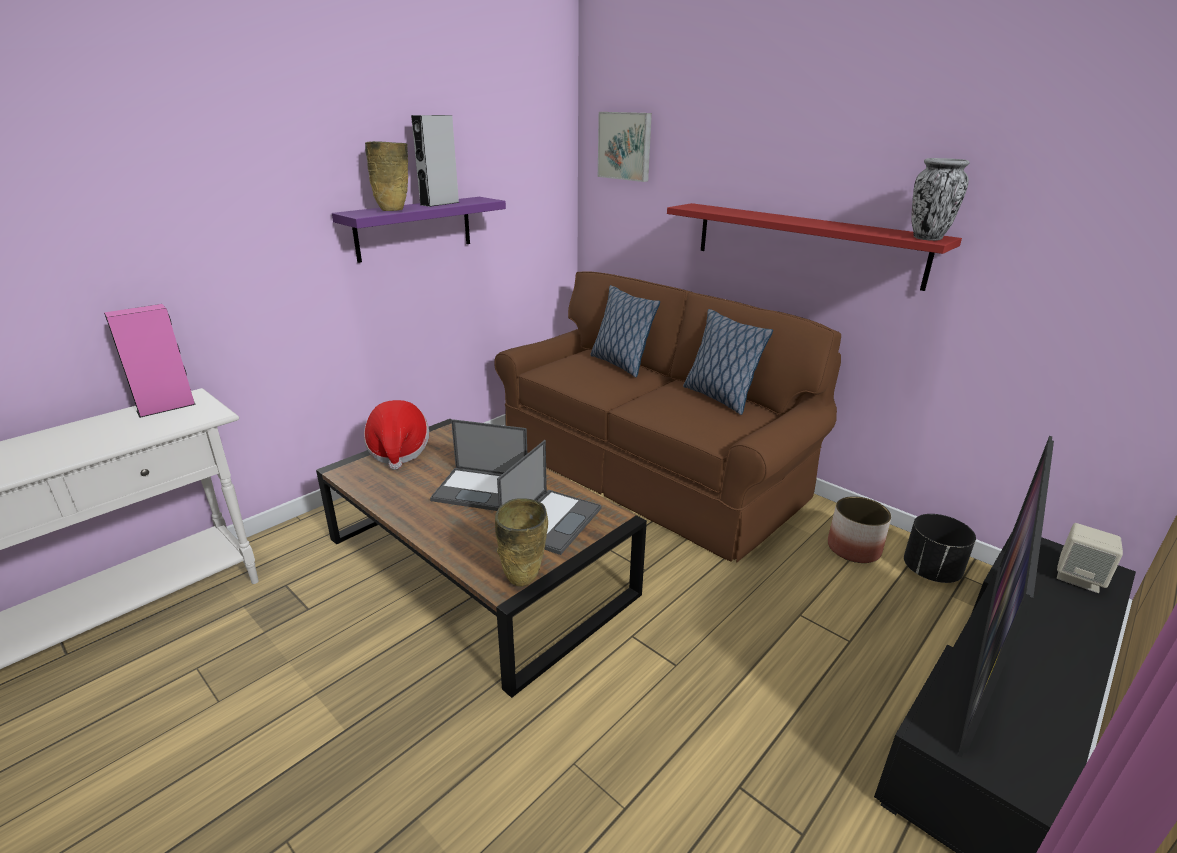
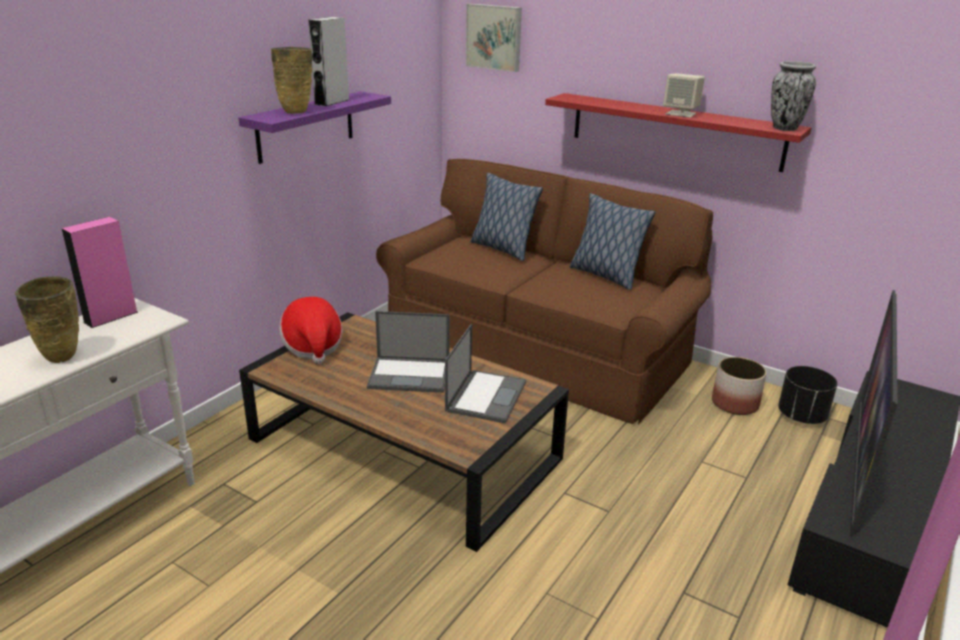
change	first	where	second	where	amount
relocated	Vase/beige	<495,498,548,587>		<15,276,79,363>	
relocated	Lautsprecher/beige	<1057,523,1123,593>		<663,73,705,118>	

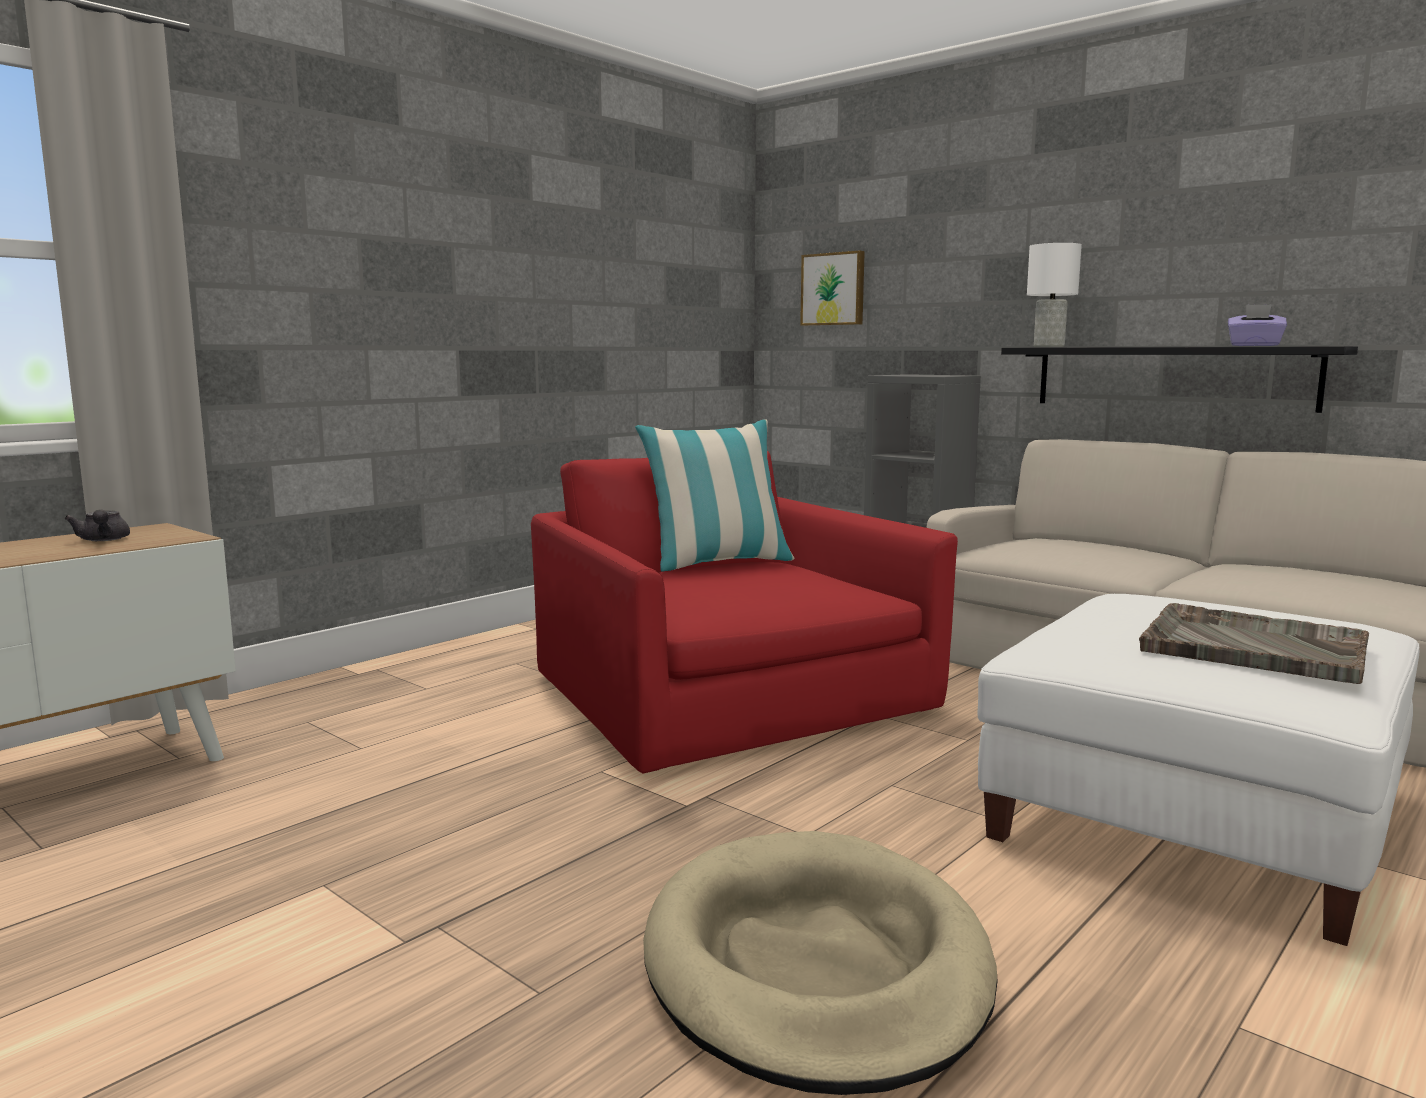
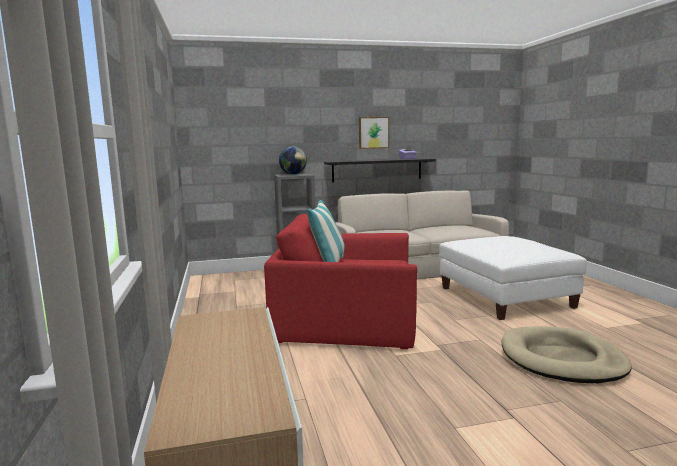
change	first	where	second	where	amount
missing	Tischlampe/weiß	<1027,243,1082,347>			
relocated	Bild	<800,251,865,326>		<359,117,389,149>	
missing	Teekanne/grau	<65,510,130,541>			
missing	Tablett/grau	<1139,603,1369,684>			
appeared			Globus	<279,146,307,174>	

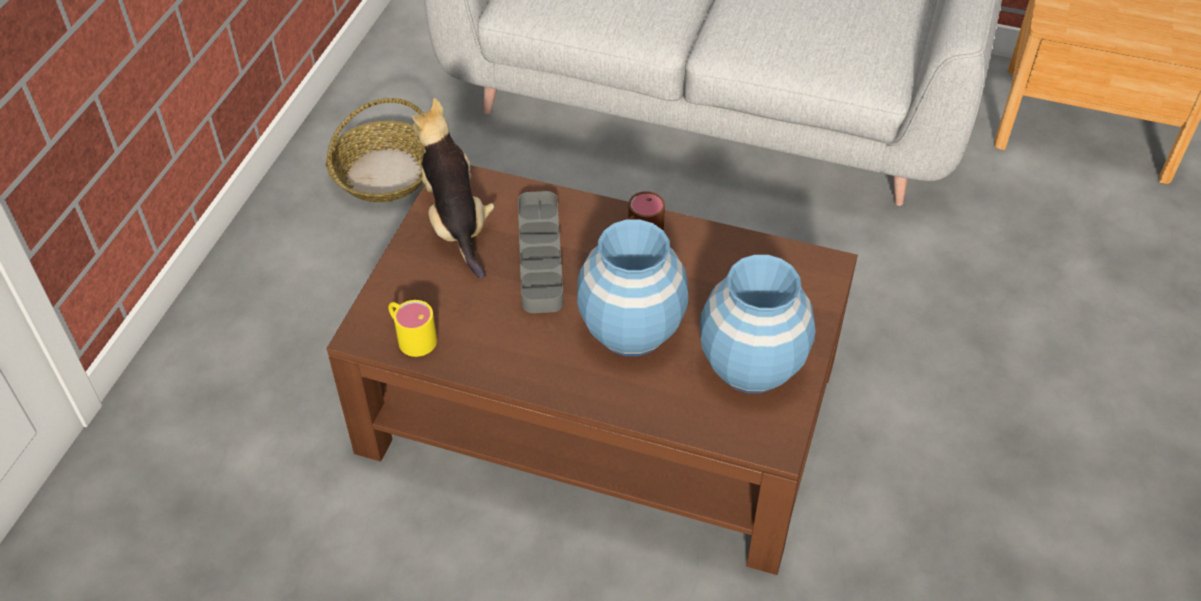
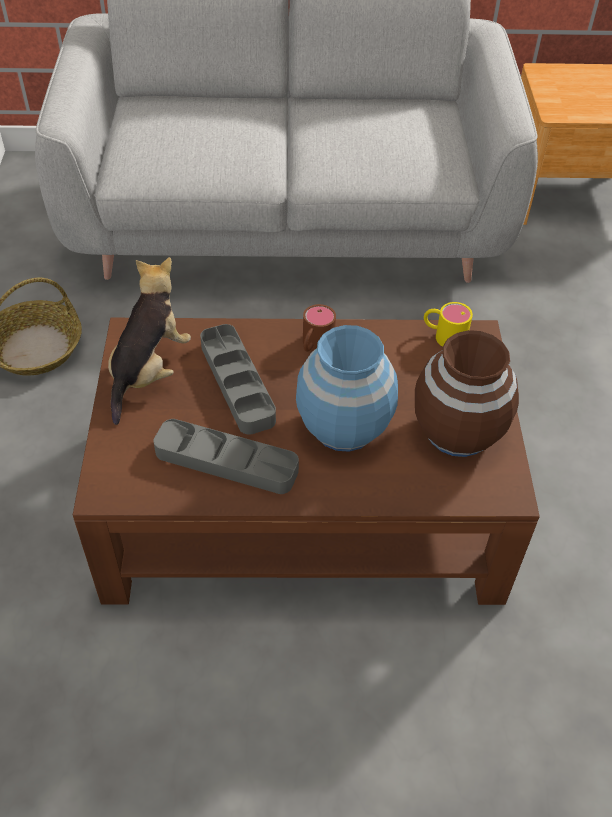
change	first	where	second	where	amount
spun	Plüschtier	<412,98,495,278>		<108,257,191,425>	60 degrees clockwise
colour	Vase/blau	<700,255,815,393>	Vase/braun	<415,330,519,457>	
relocated	Henkelbecher/gelb	<388,300,437,357>		<424,302,473,347>	
appeared			Tablett/grau	<153,419,299,494>	

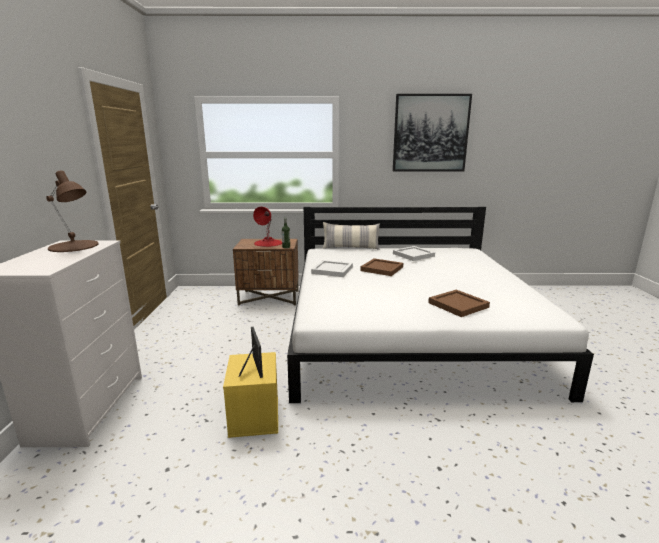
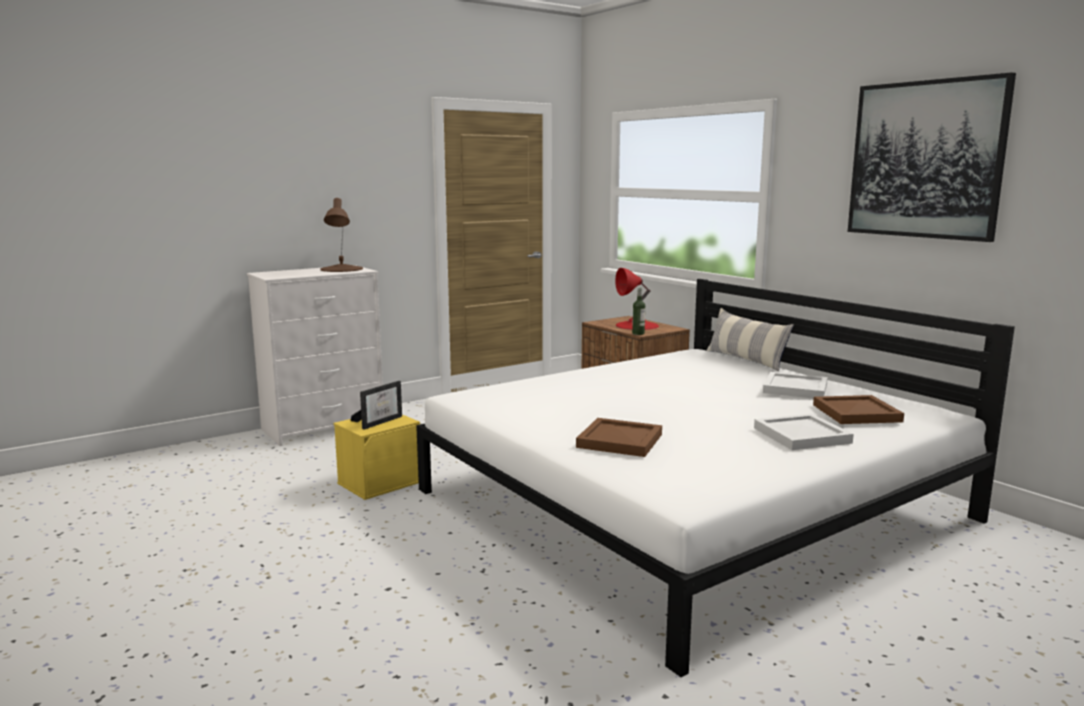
change	first	where	second	where	amount
relocated	Tablett/braun	<360,258,403,276>		<813,395,904,424>	
relocated	Tablett/weiß	<311,260,353,277>		<754,414,854,450>	

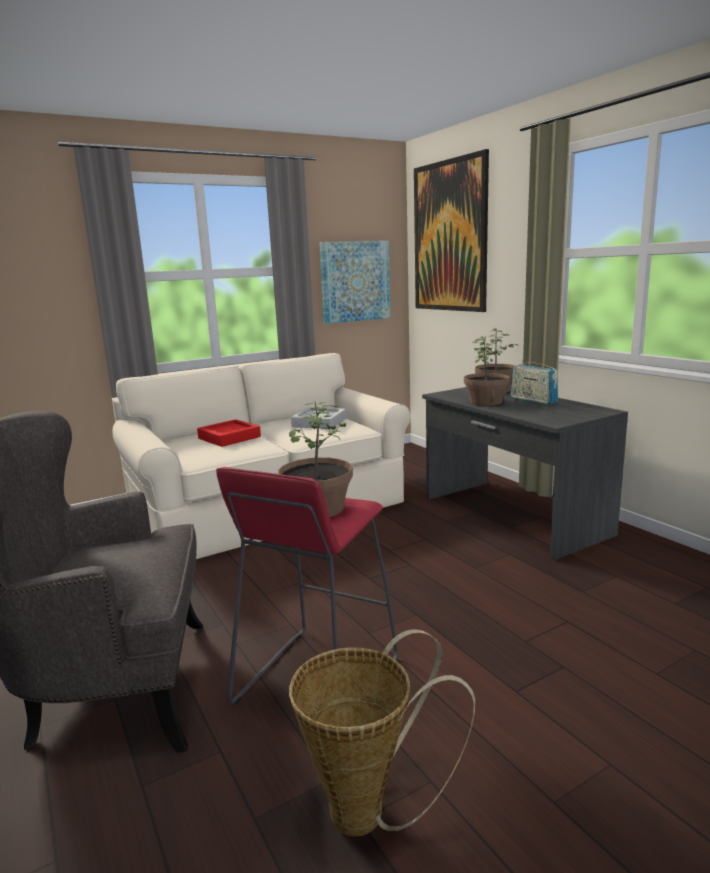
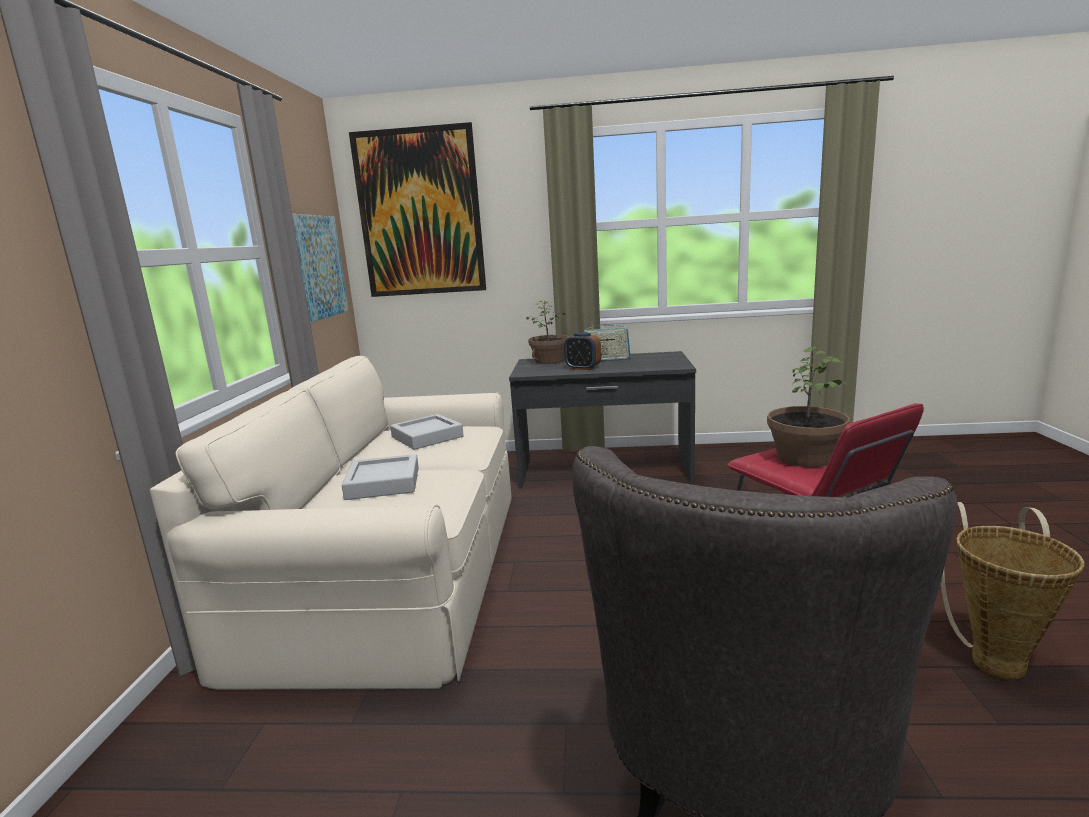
change	first	where	second	where	amount
exchanged	Topfpflanze	<464,336,510,406>	Wecker	<564,333,601,370>	
colour	Tablett/rot	<197,419,261,447>	Tablett/grau	<342,454,419,500>	

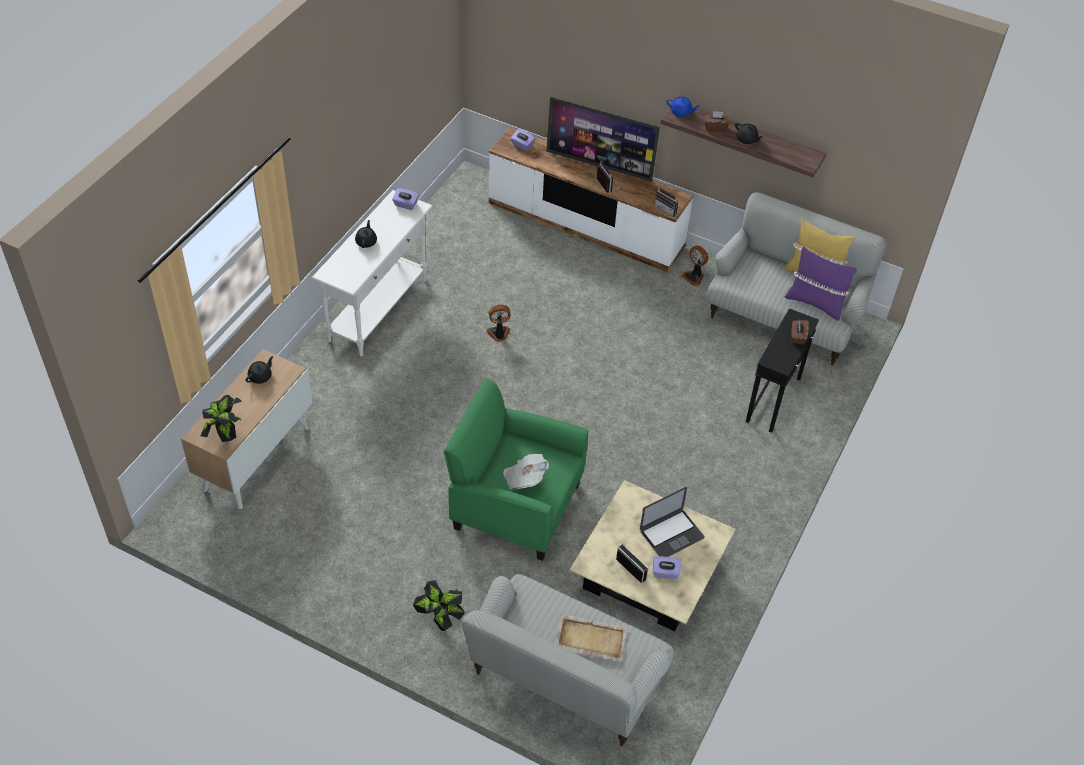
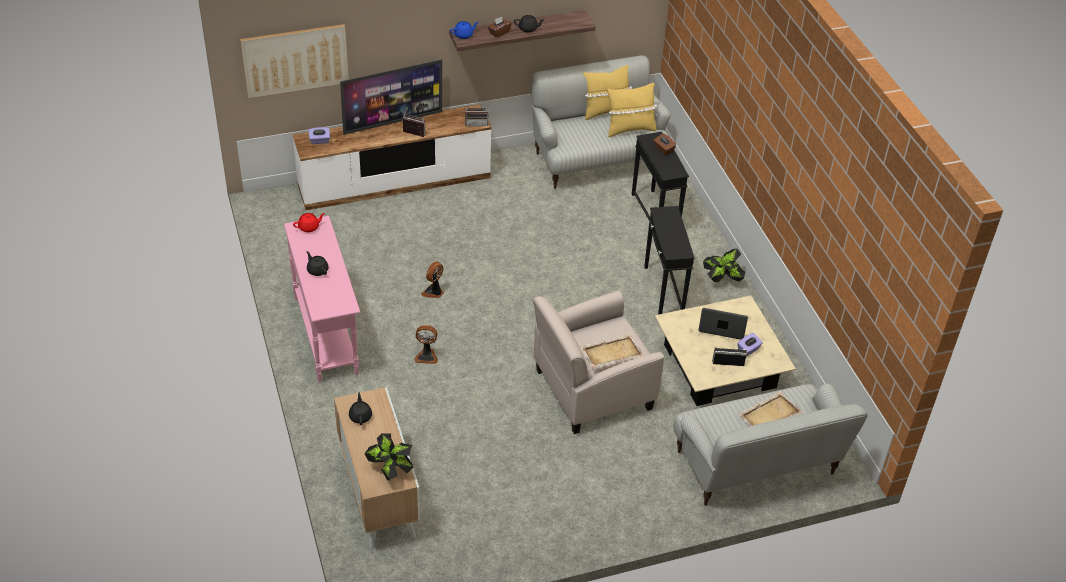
change	first	where	second	where	amount
exchanged	Taschentuchbox/lila	<392,189,419,210>	Teekanne/rot	<293,213,325,232>	
colour	Konsolentisch/weiß	<312,190,433,356>	Konsolentisch/rosa	<284,216,360,383>	
relocated	Ventilator	<681,245,708,286>		<414,325,438,364>	
colour	Kissen/lila	<784,247,857,321>	Kissen/gelb	<607,83,657,137>	
colour	Sessel/grün	<444,379,588,561>	Sessel/beige	<533,291,664,434>	
exchanged	Zeitung	<503,454,549,490>	Tablett/beige	<580,333,644,369>	
spun	Laptop	<640,487,705,557>		<699,308,748,340>	90 degrees counterclockwise
relocated	Topfpflanze	<413,580,465,631>		<703,248,745,282>	
appeared			Bild	<240,24,349,99>	
appeared			Beistelltisch/schwarz	<644,206,695,315>	

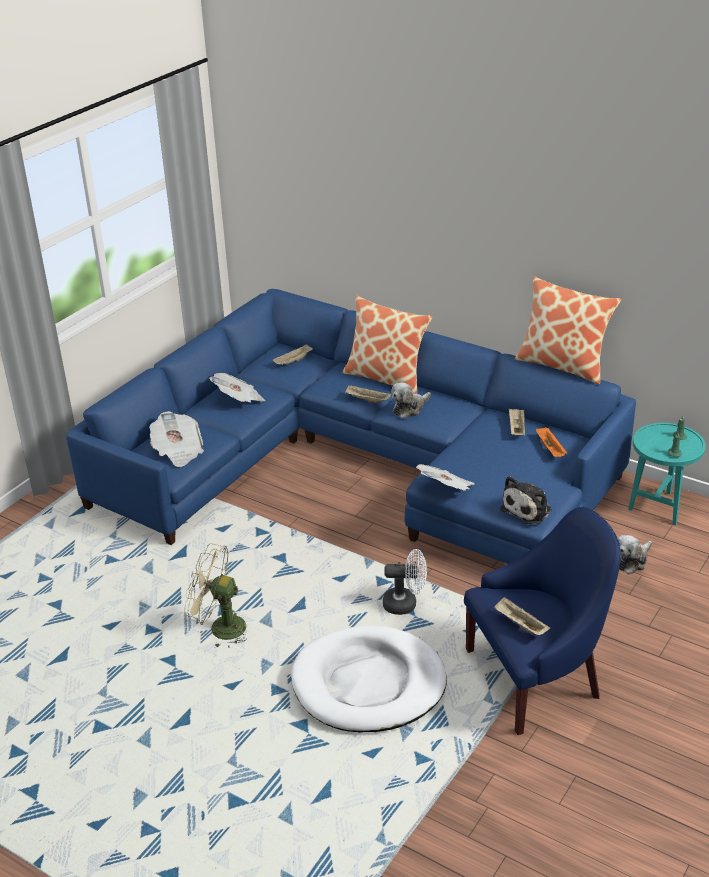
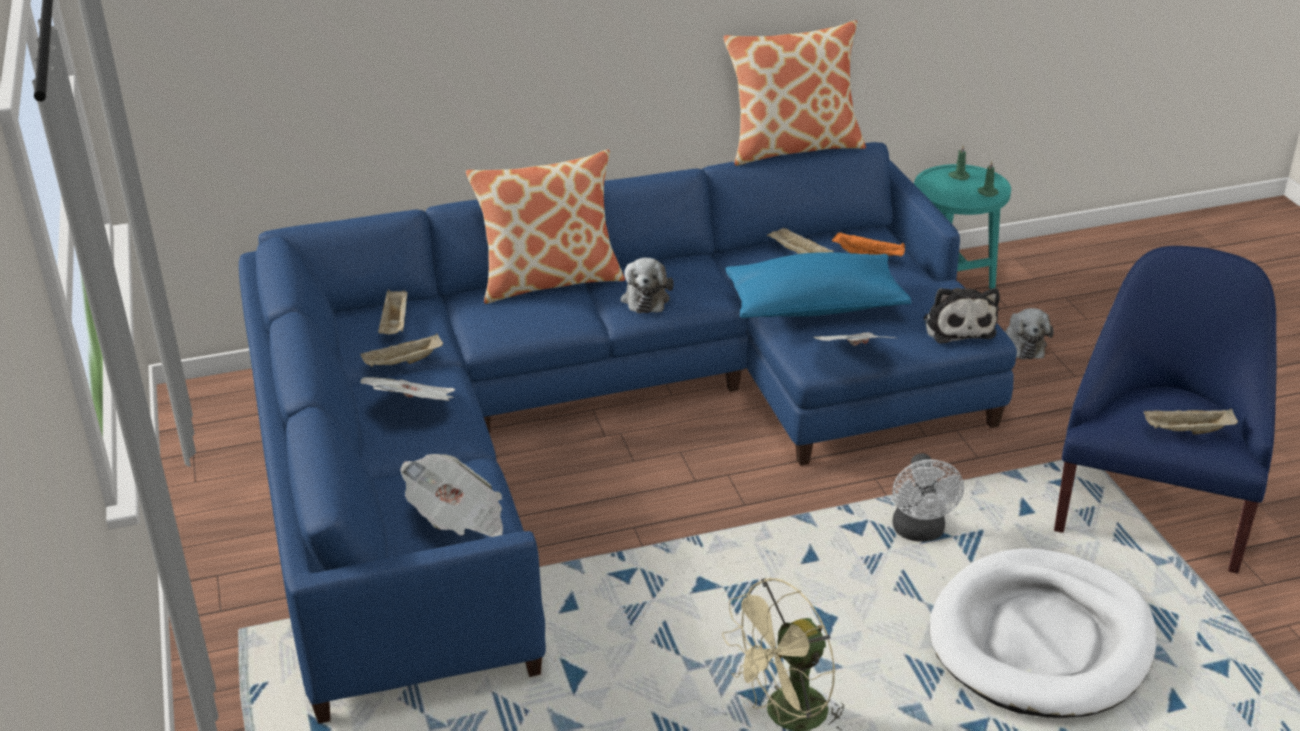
change	first	where	second	where	amount
relocated	Tablett/beige	<345,385,391,403>		<360,334,443,367>	
spun	Ventilator/weiß	<383,549,427,615>		<892,453,964,542>	135 degrees clockwise
appeared			Kissen/blau	<725,252,911,318>	

